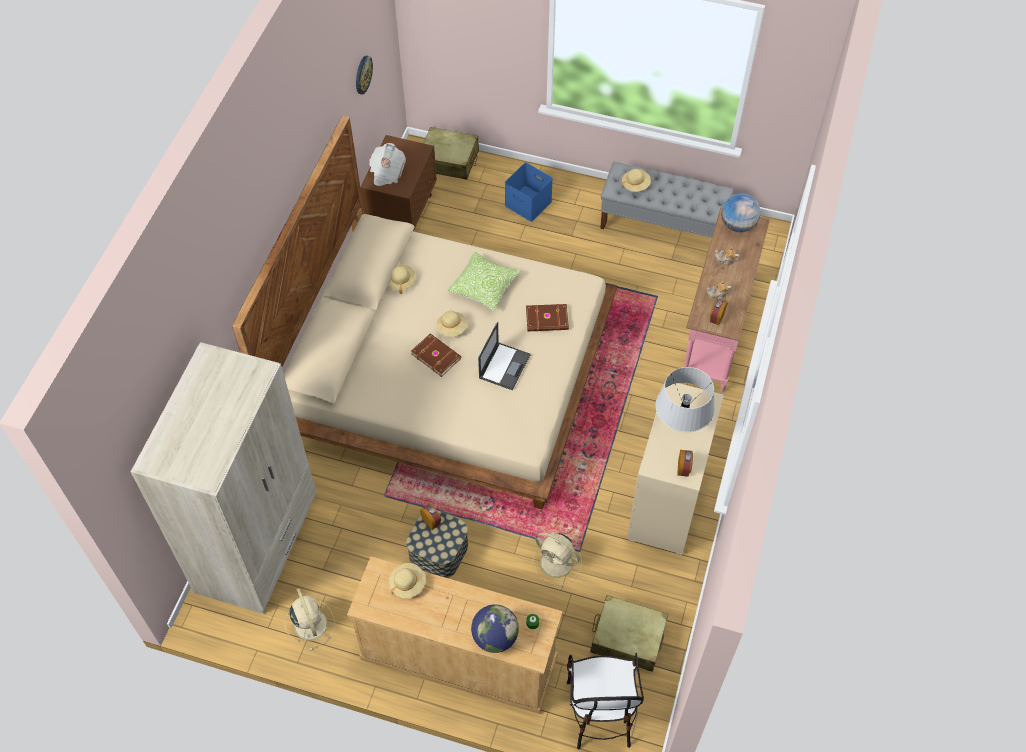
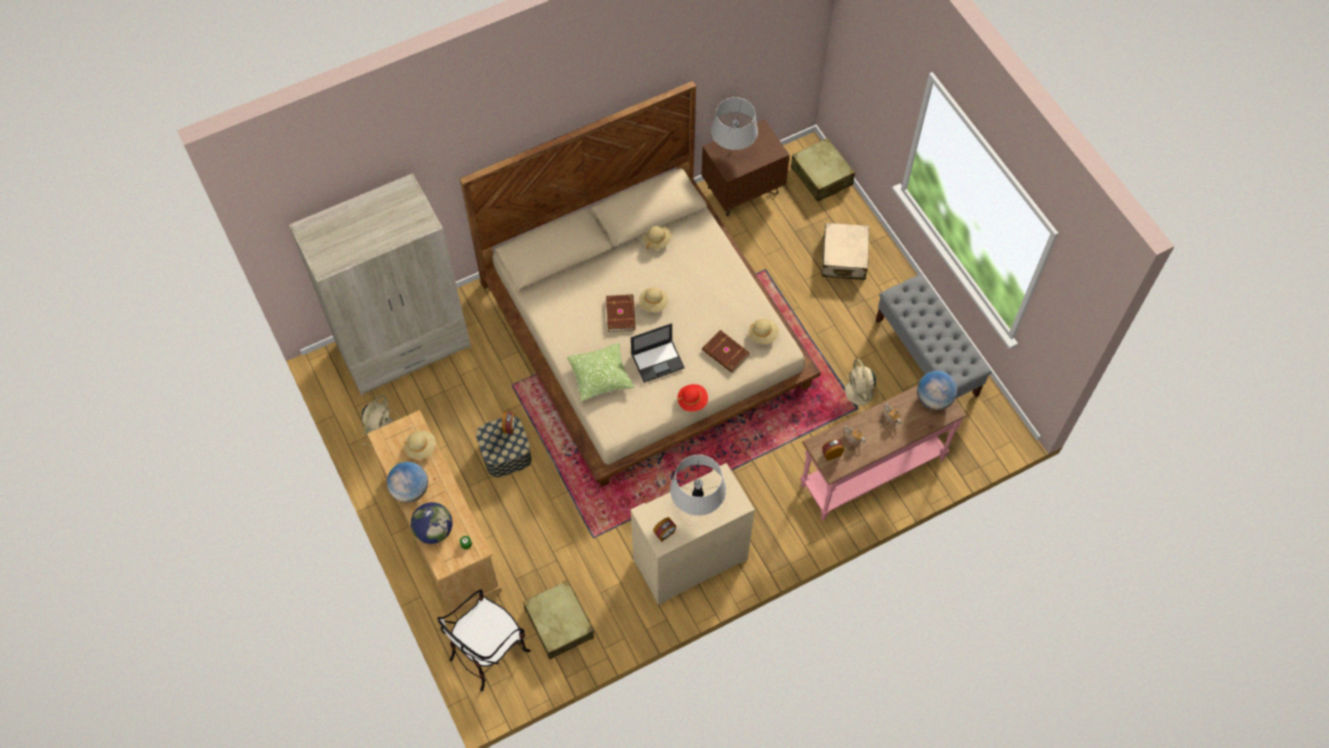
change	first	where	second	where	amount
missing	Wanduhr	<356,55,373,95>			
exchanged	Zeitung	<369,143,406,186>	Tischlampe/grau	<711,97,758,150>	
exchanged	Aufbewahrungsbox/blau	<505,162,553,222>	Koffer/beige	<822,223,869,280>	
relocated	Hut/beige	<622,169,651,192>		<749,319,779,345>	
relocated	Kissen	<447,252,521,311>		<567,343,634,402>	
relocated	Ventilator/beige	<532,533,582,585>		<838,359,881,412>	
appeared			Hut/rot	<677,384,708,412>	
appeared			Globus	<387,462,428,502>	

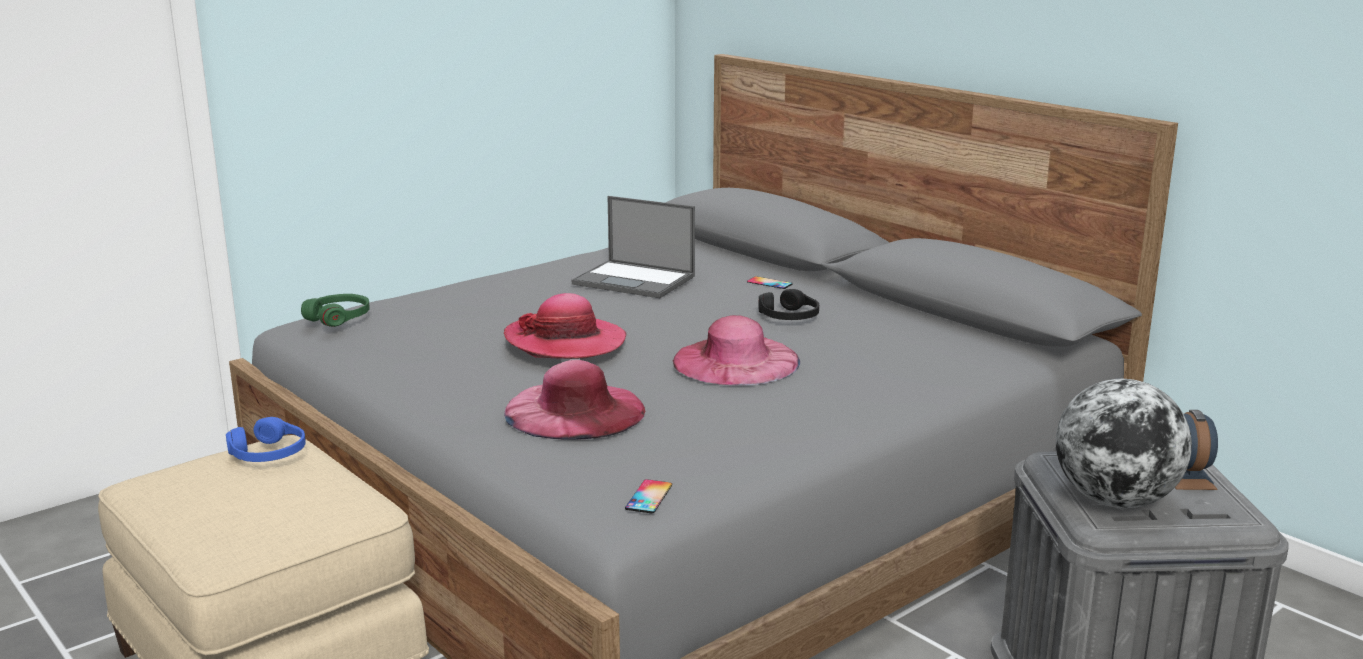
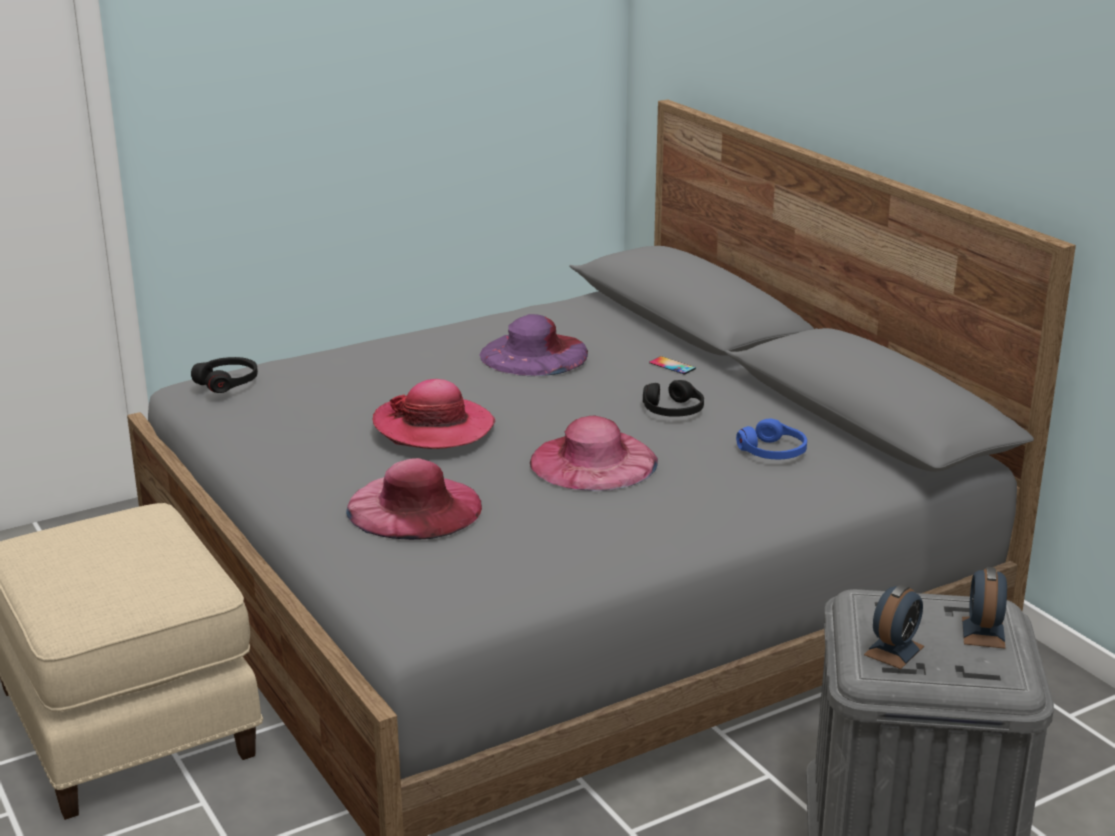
change	first	where	second	where	amount
exchanged	Laptop	<572,196,695,298>	Hut/lila	<479,314,588,376>	
colour	Kopfhörer/grün	<301,294,370,327>	Kopfhörer/schwarz	<191,357,258,393>	
exchanged	Globus	<1056,379,1192,508>	Wecker	<864,584,924,669>	
relocated	Kopfhörer/blau	<226,417,306,462>		<736,419,807,459>	
missing	Handy	<625,479,672,514>			

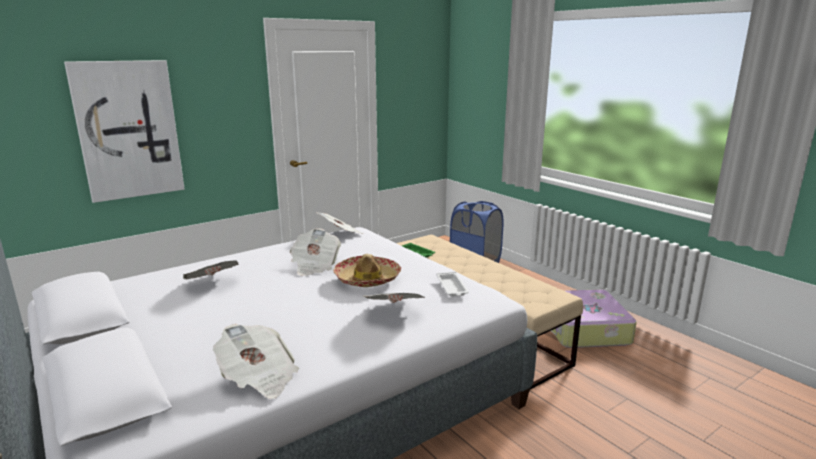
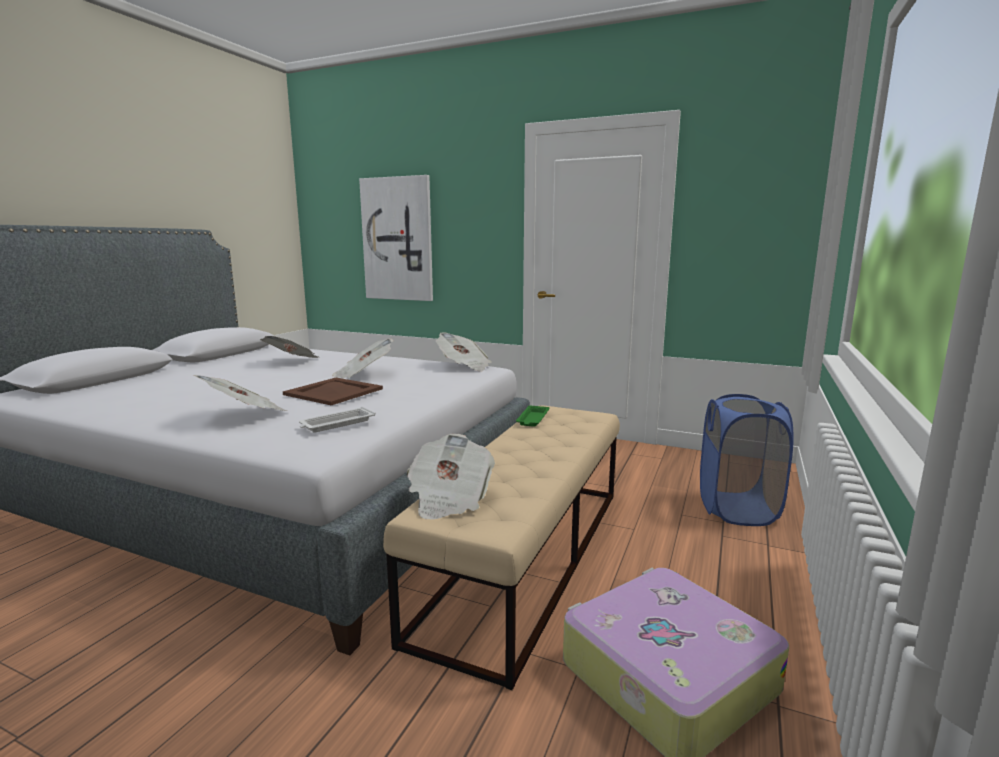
change	first	where	second	where	amount
exchanged	Hut	<333,254,401,287>	Tablett/braun	<283,378,383,405>	
relocated	Zeitung	<213,324,299,399>		<407,434,495,519>	

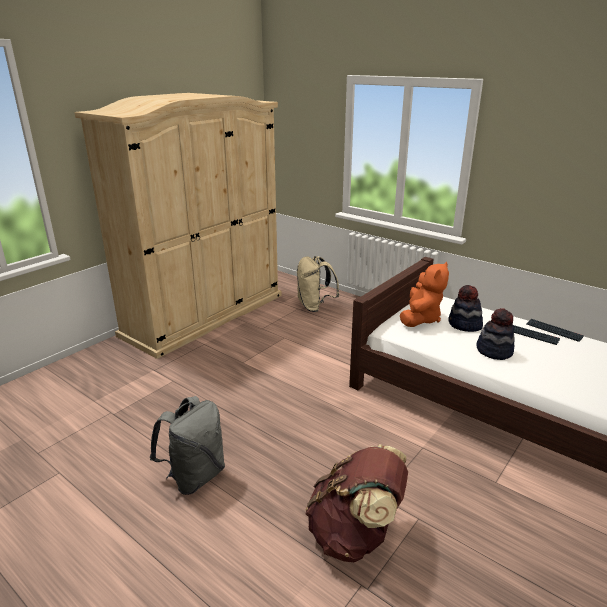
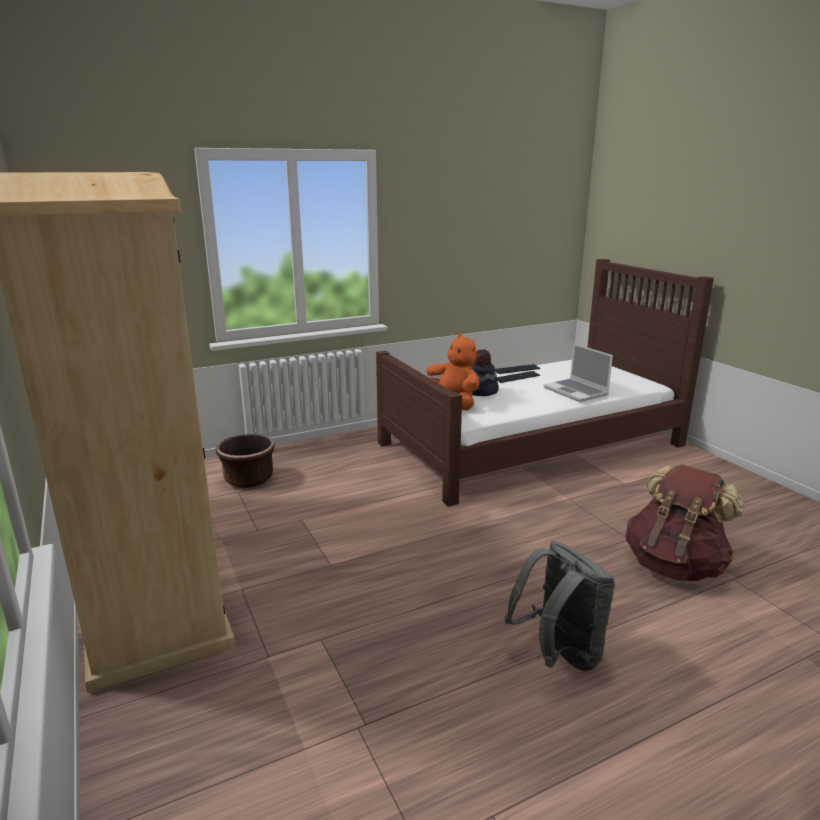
change	first	where	second	where	amount
exchanged	Rucksack/beige	<297,256,340,312>	Pflanzkübel/braun	<216,434,275,488>	
missing	Hut	<477,308,514,360>			
appeared			Laptop	<543,343,613,402>	

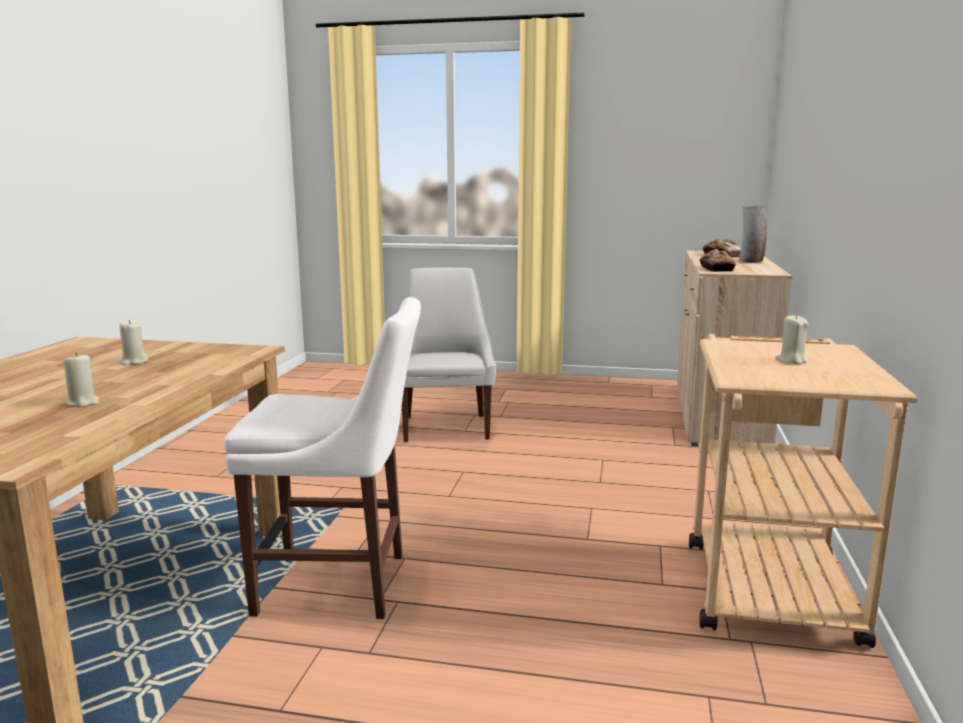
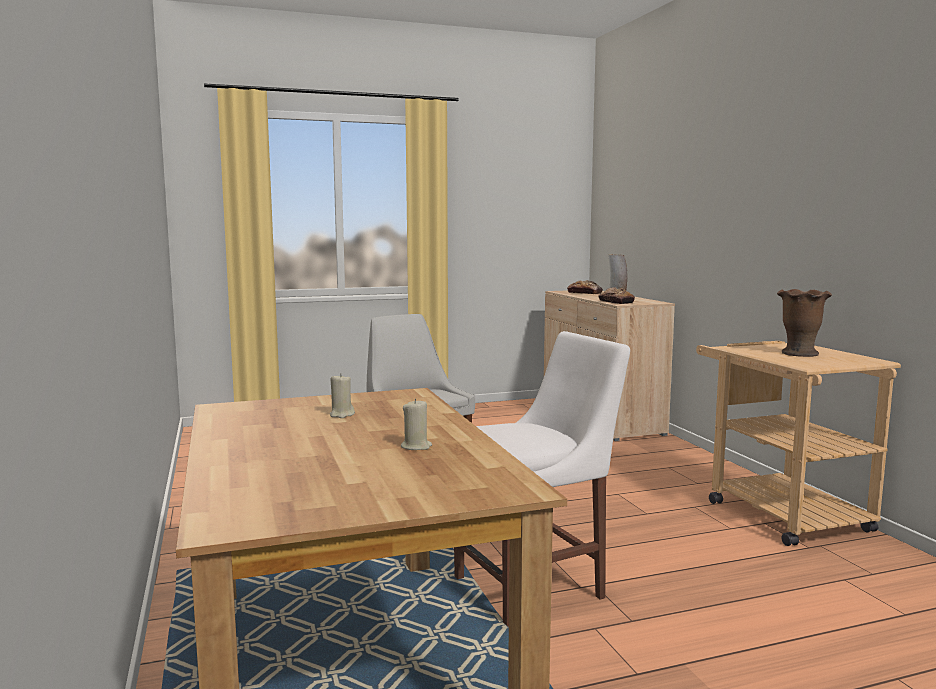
change	first	where	second	where	amount
exchanged	Kerze/beige	<775,314,809,364>	Vase/braun	<777,289,832,357>	

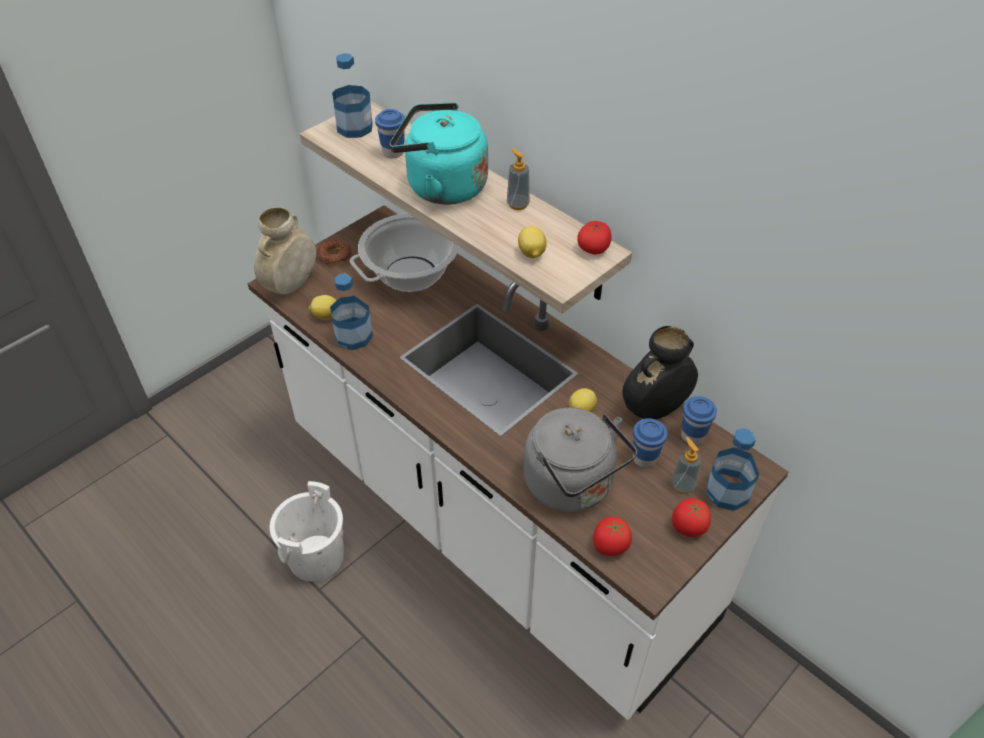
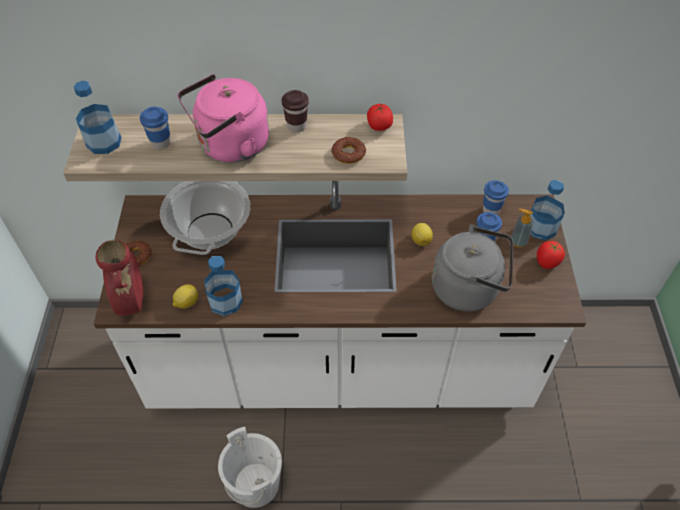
change	first	where	second	where	amount
colour	Wasserkessel/türkis	<390,102,488,205>	Wasserkessel/rosa	<177,74,269,162>	
exchanged	Seifenspender	<507,148,530,210>	Tasse/braun	<281,90,309,133>	
colour	Vase/beige	<254,207,316,295>	Vase/rot	<96,240,143,316>	
exchanged	Zitrone	<518,226,546,258>	Donut	<331,137,366,164>	
missing	Vase/schwarz	<622,326,698,420>			
missing	Tomate	<593,516,632,556>			

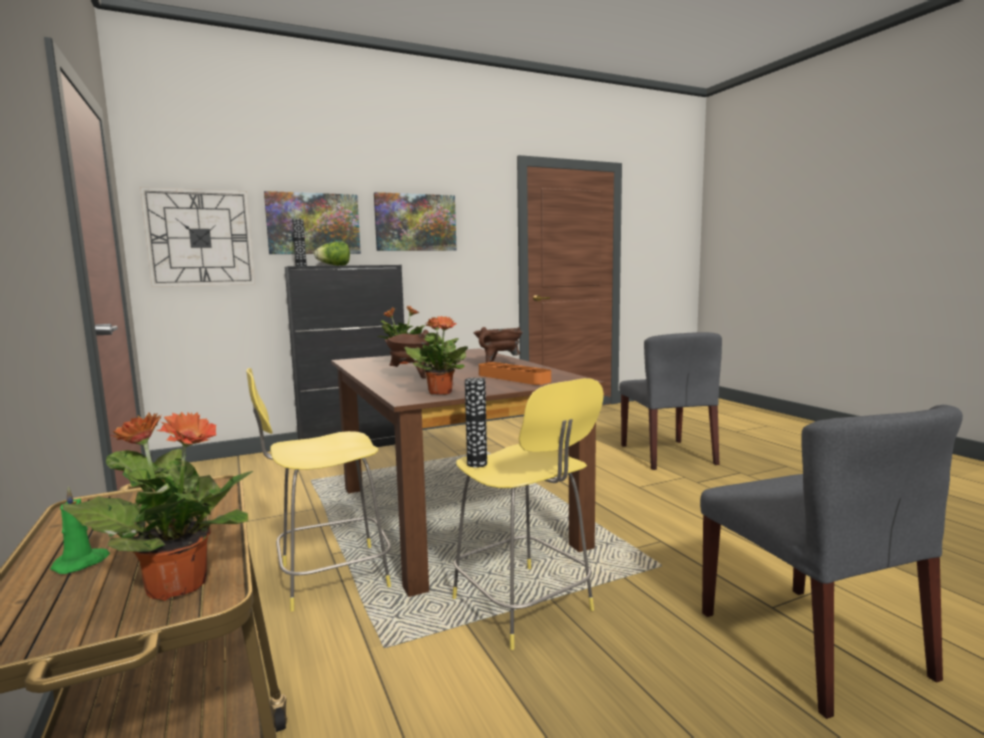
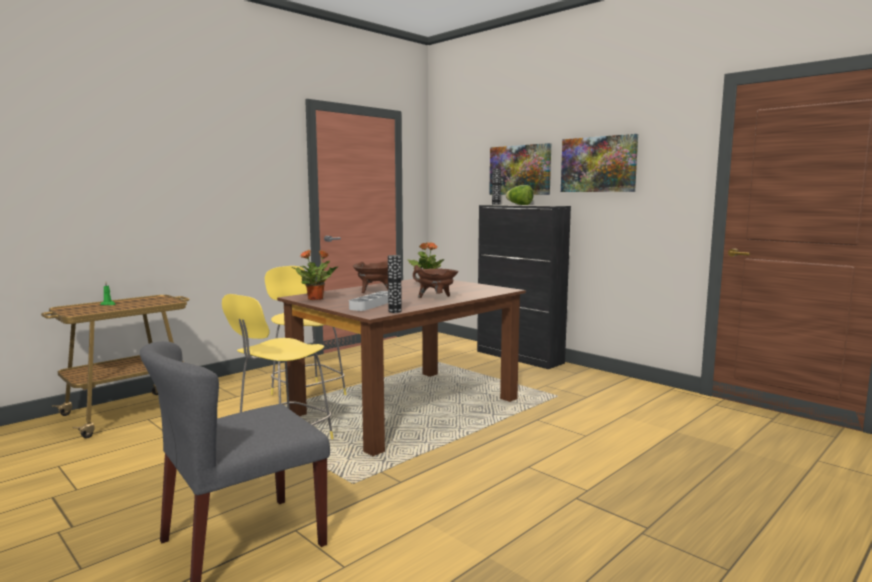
change	first	where	second	where	amount
missing	Wanduhr	<140,187,255,287>			
missing	Stuhl/grau	<619,332,722,470>			
colour	Tablett/orange	<479,362,551,385>	Tablett/grau	<349,291,388,311>	
relocated	Vase	<465,378,487,468>		<388,255,402,313>	
missing	Topfpflanze	<63,412,253,601>			

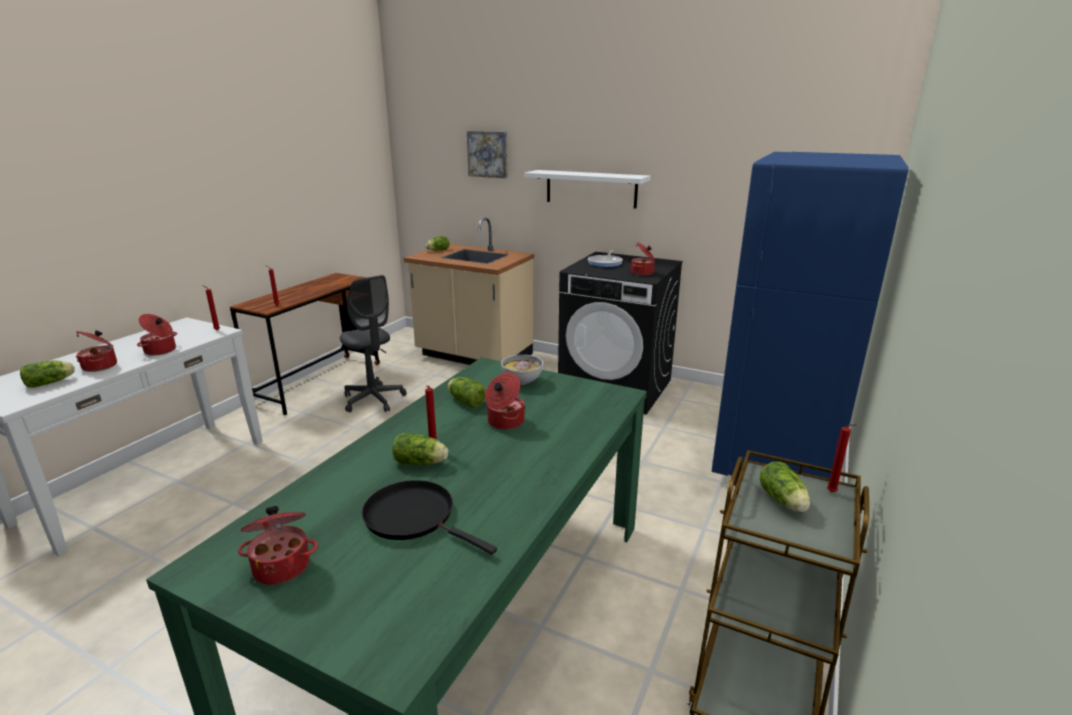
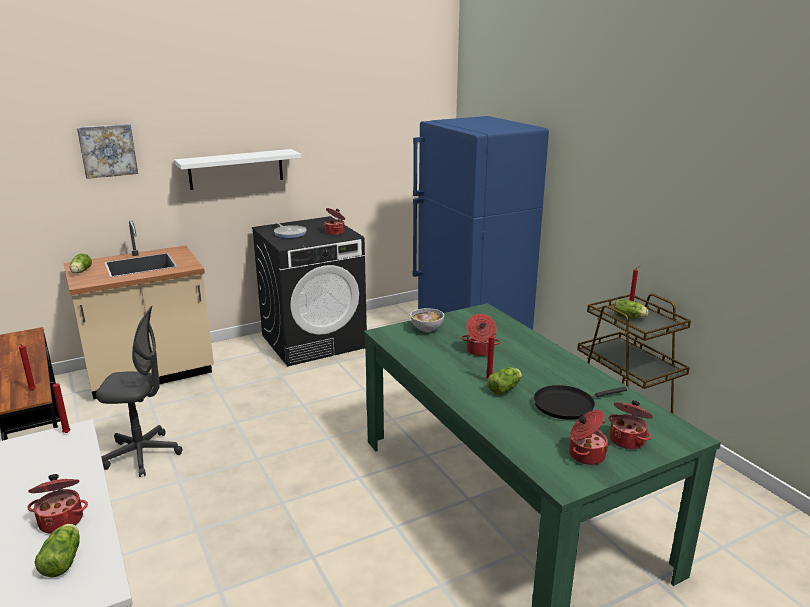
change	first	where	second	where	amount
relocated	Kochtopf	<137,314,177,355>		<608,400,653,449>	
missing	Salatkopf	<448,377,486,407>			

